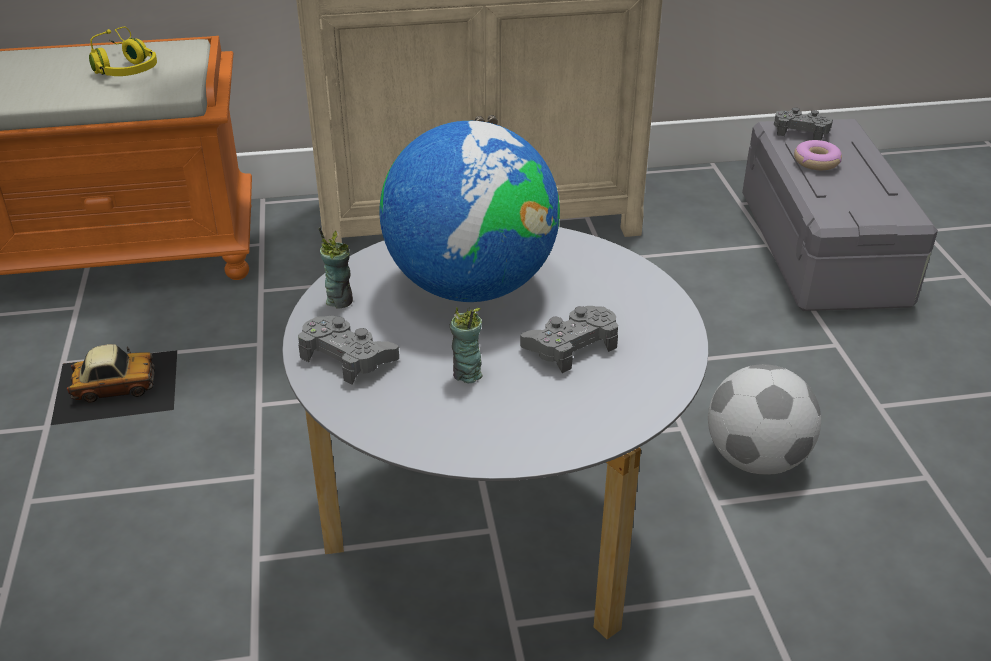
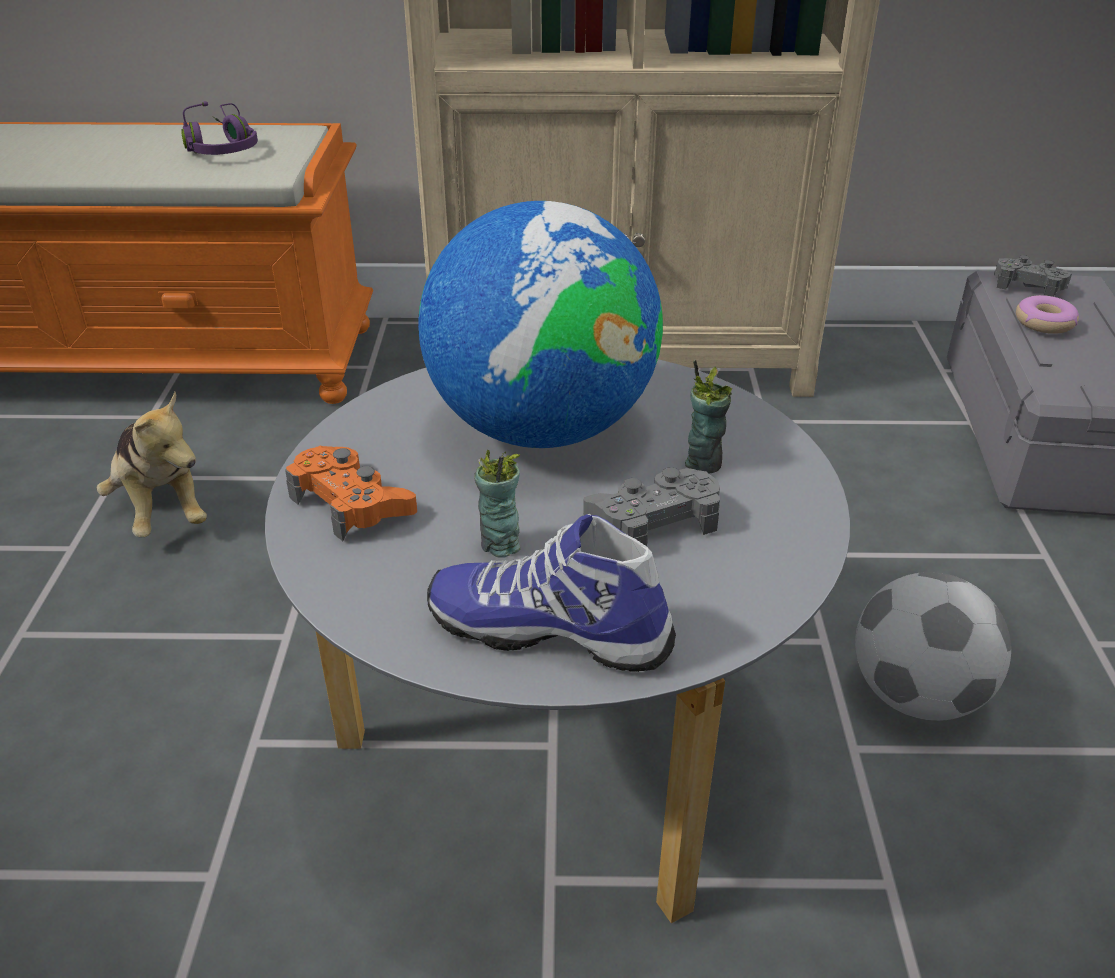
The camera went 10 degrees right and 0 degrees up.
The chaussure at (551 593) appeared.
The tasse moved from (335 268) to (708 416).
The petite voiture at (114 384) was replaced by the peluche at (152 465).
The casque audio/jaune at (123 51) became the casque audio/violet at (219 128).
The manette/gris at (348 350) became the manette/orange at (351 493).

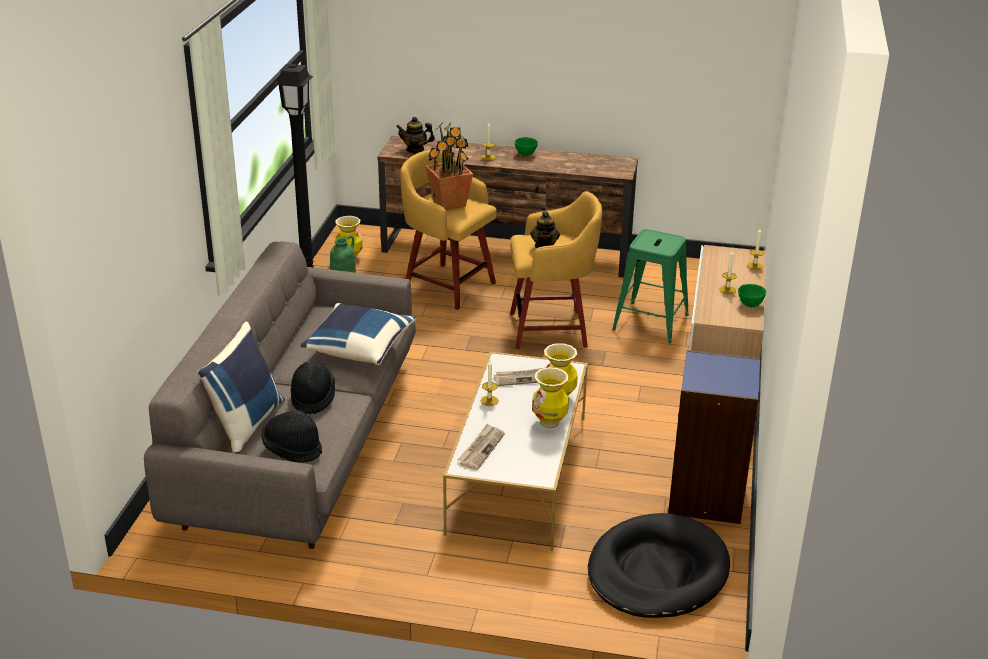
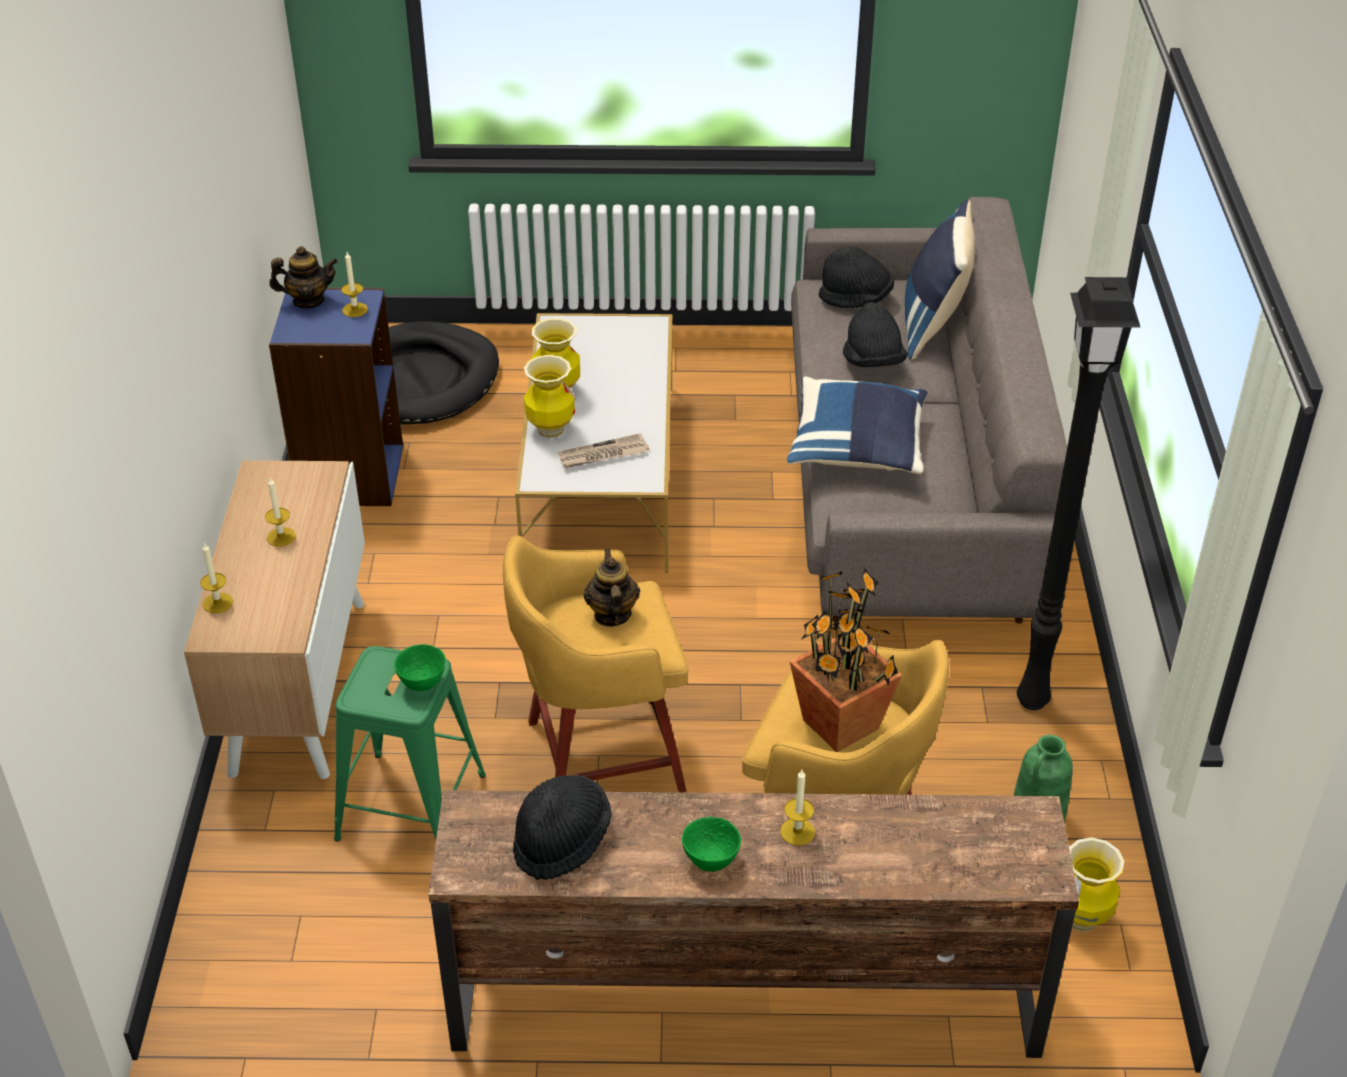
The camera went 170 degrees right and 10 degrees up.
The journal at (481 446) disappeared.
The chapeau/noir at (562 827) appeared.
The théière moved from (415 135) to (303 277).
The bougie moved from (490 383) to (354 284).
The bol/vert moved from (752 295) to (420 667).

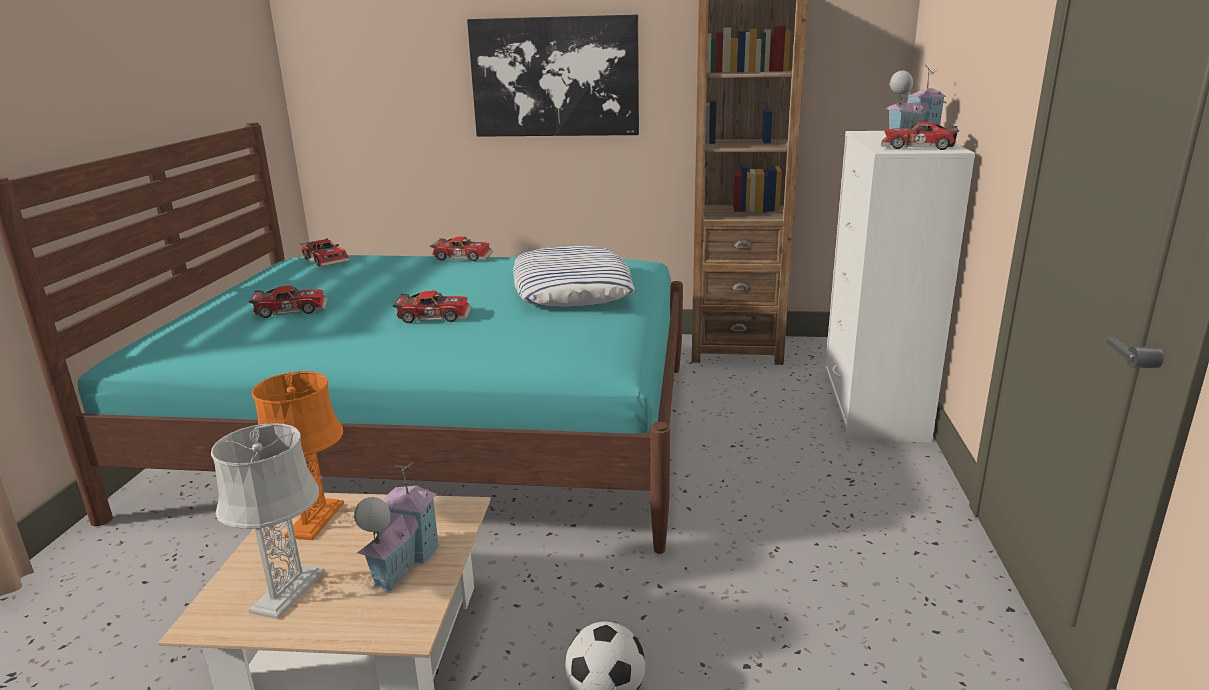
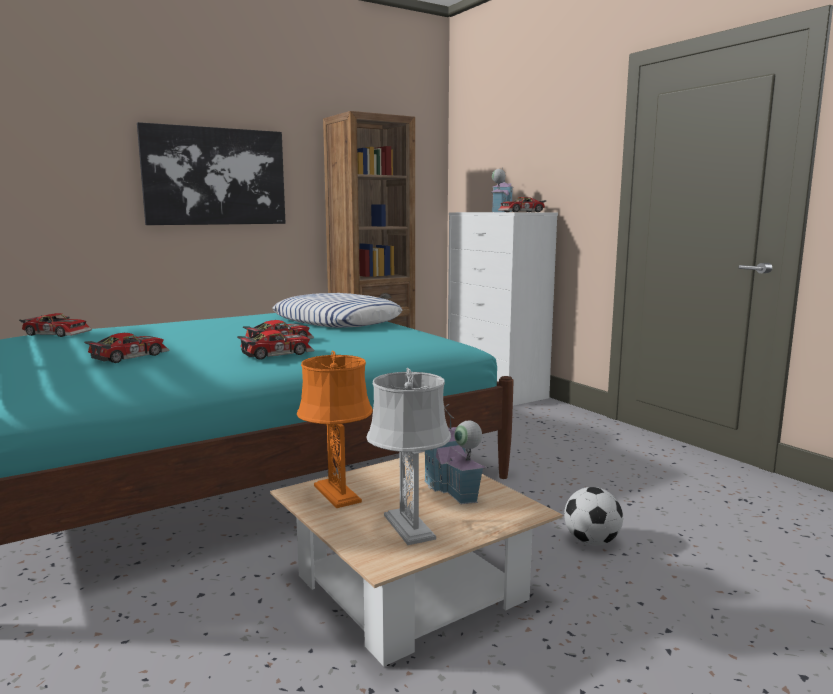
The camera went 40 degrees left and 10 degrees down.
The petite voiture moved from (462 249) to (275 345).

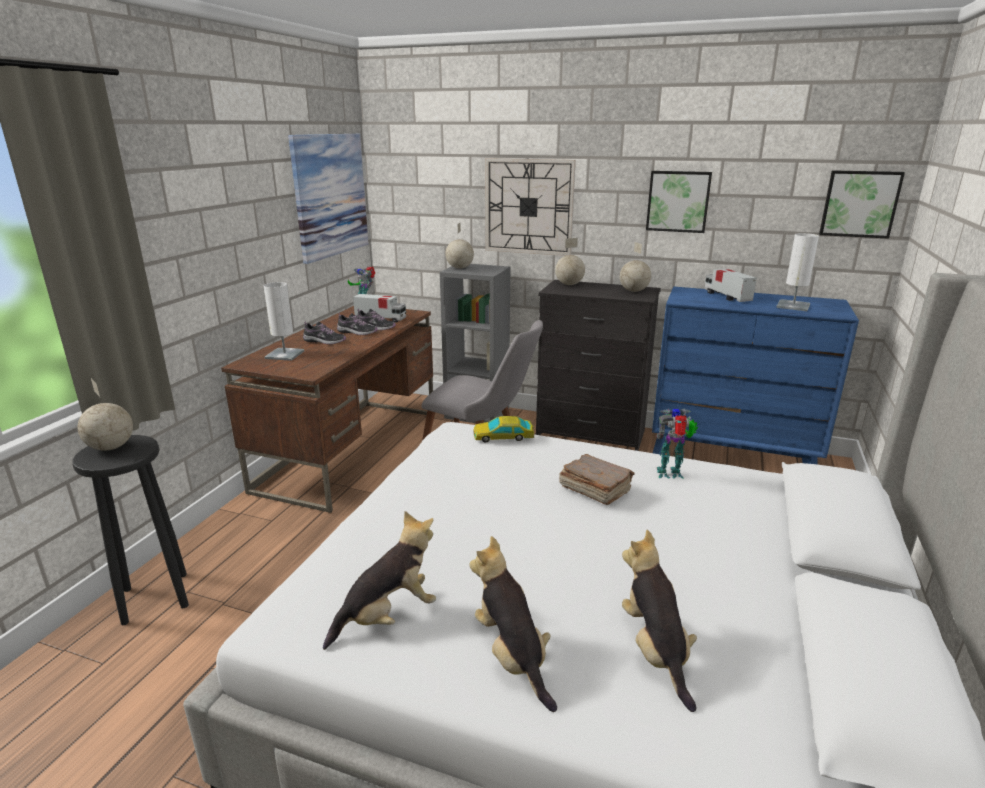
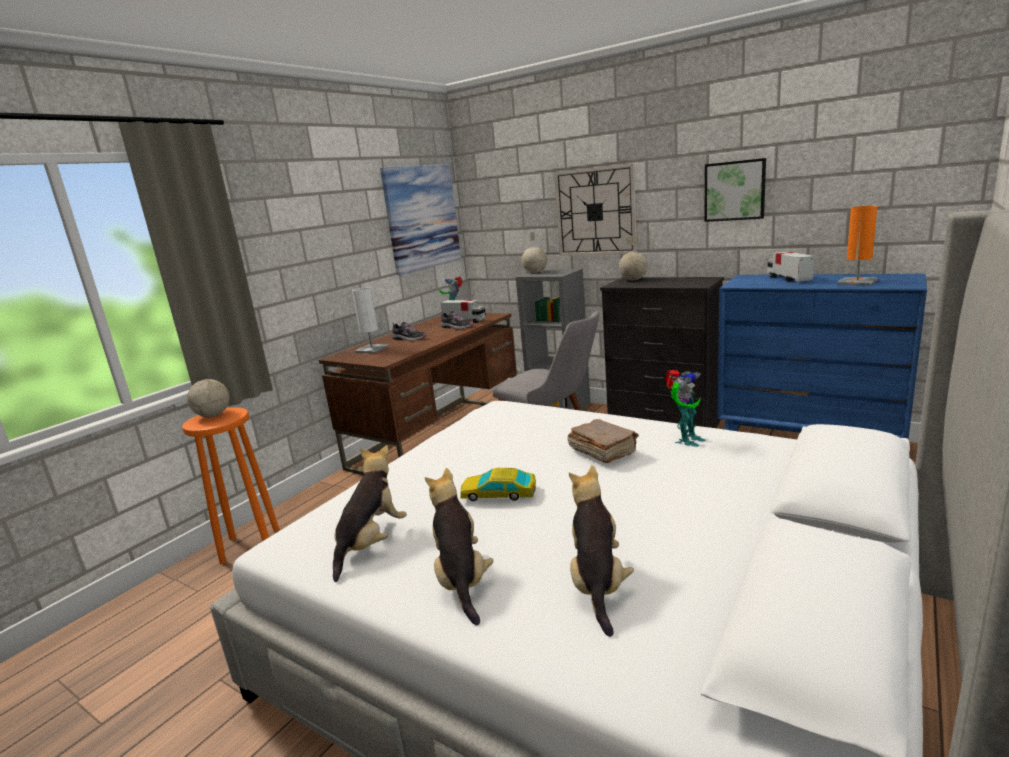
The camera went 15 degrees right and 5 degrees down.
The chaussure at (357 324) disappeared.
The globe at (635 267) disappeared.
The tableau at (862 204) disappeared.
The petite voiture moved from (504 429) to (498 484).
The tabouret/noir at (130 530) became the tabouret/orange at (230 485).
The lampe de table/blanc at (797 272) became the lampe de table/orange at (857 245).
The peluche at (379 580) turned 45 degrees counterclockwise.
The robot jouet at (677 443) turned 120 degrees clockwise.

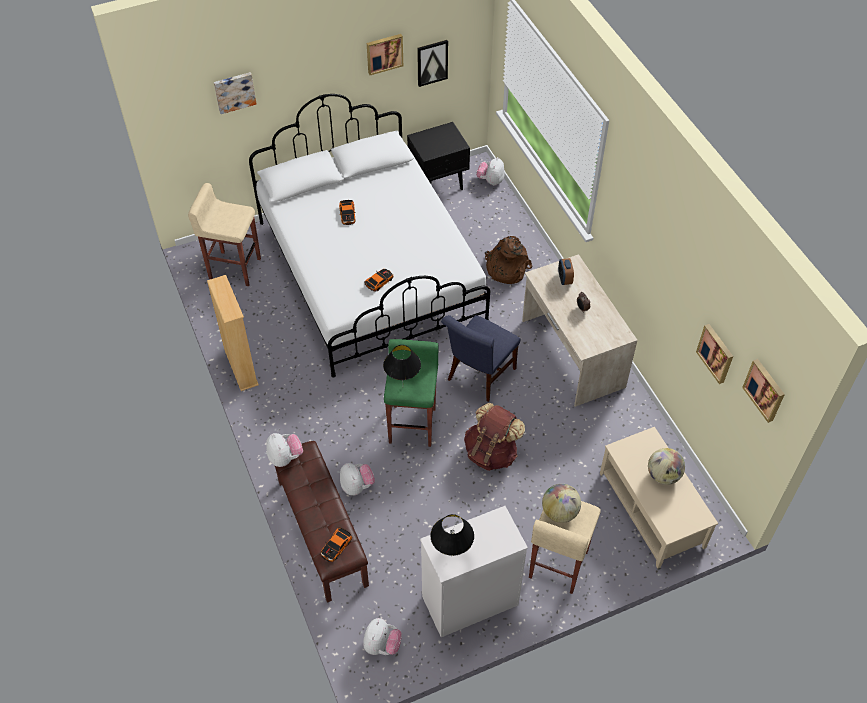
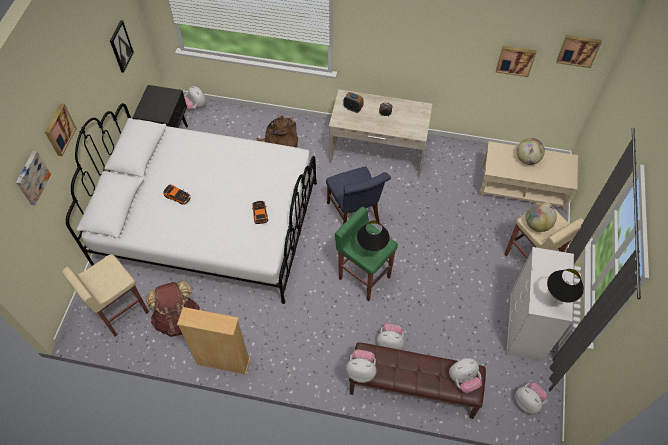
The camera went 55 degrees left and 5 degrees up.
The tableau moved from (385 54) to (61 129).
The sac à dos/marron moved from (494 437) to (173 309).
The petite voiture at (336 545) was replaced by the peluche at (465 375).

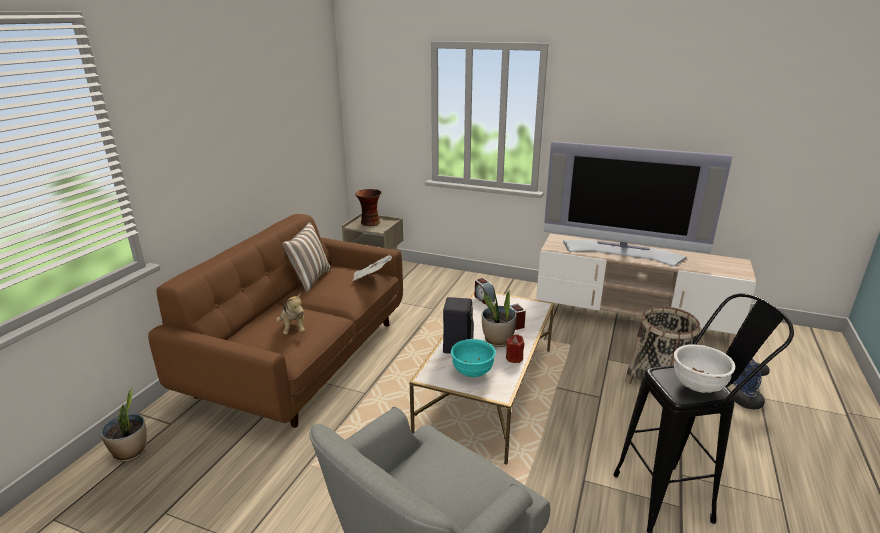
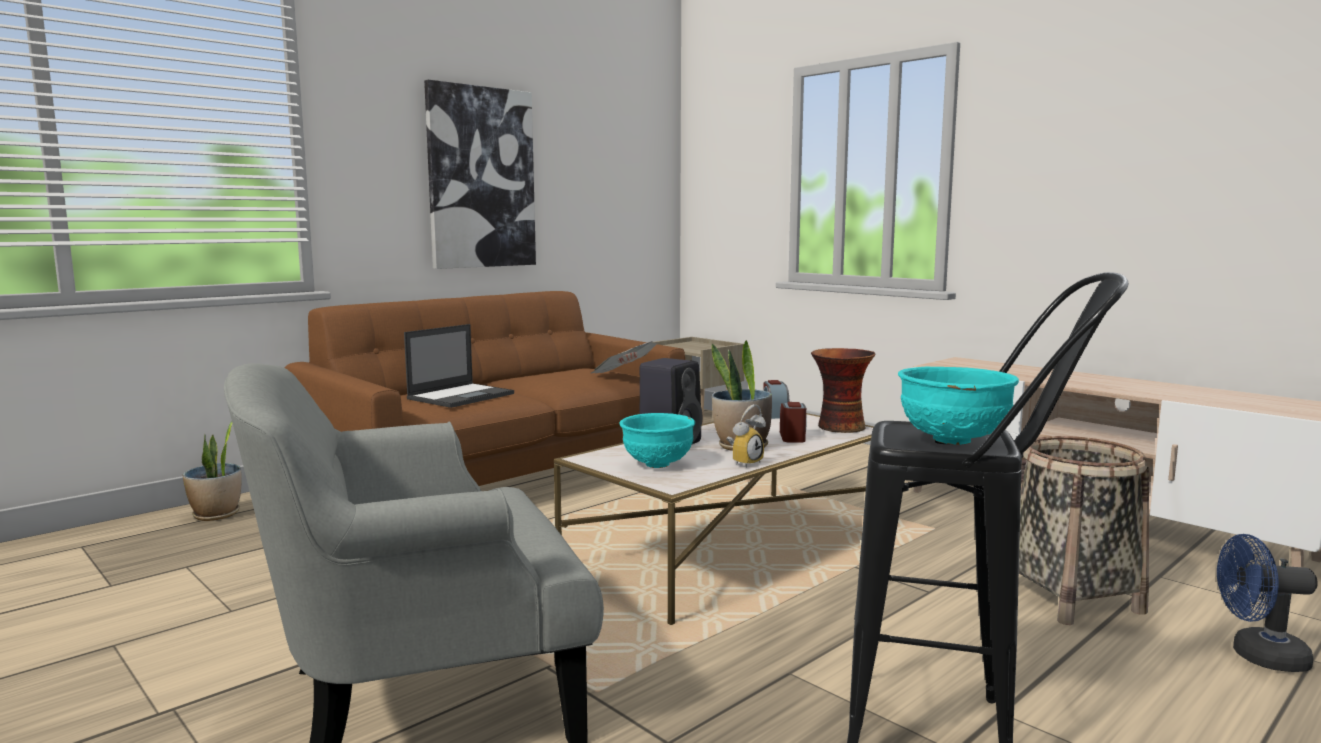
The camera went 25 degrees right and 15 degrees down.
The coussin at (306 257) disappeared.
The téléviseur at (638 203) disappeared.
The tableau at (480 174) appeared.
The vase moved from (368 207) to (843 390).
The peluche at (290 313) was replaced by the ordinateur portable at (459 366).
The bougie/rouge at (515 348) was replaced by the réveil at (746 436).
The bol/blanc at (704 368) became the bol/turquoise at (958 406).

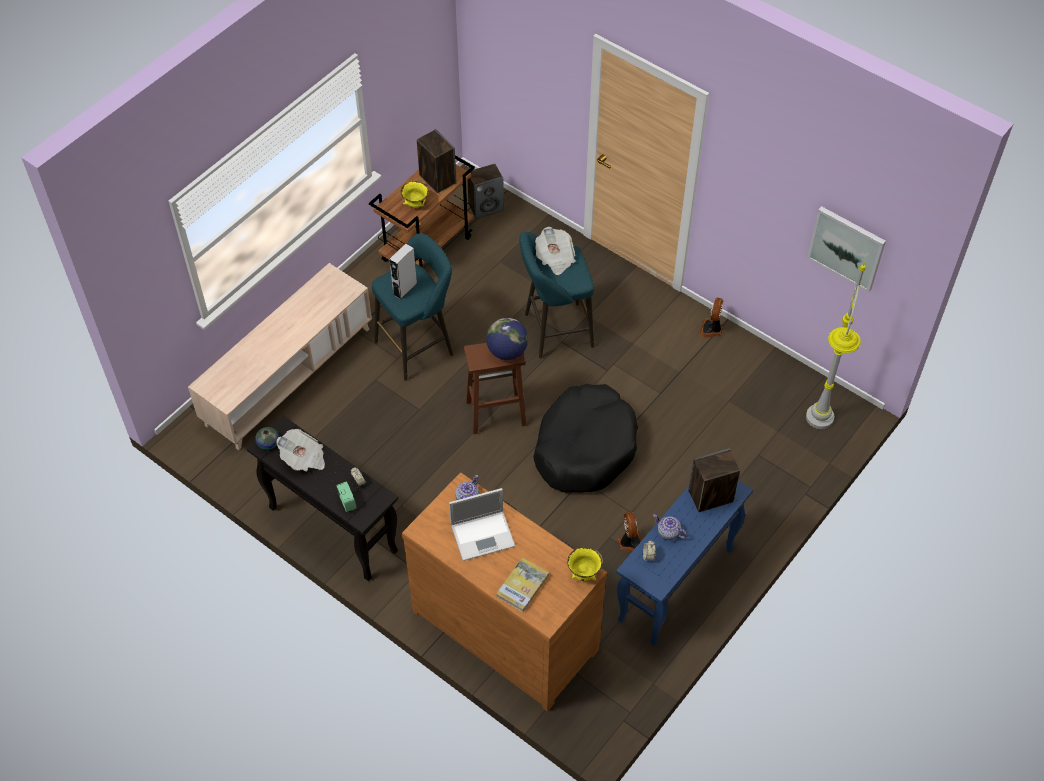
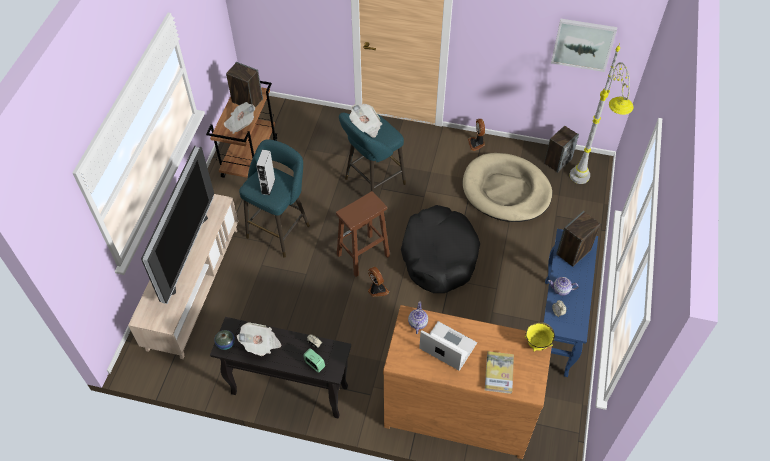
The camera went 25 degrees left and 0 degrees up.
The globe at (507 339) disappeared.
The téléviseur at (177 225) appeared.
The panier pour chien/beige at (507 187) appeared.
The enceinte moved from (485 191) to (561 149).
The ventilateur moved from (629 532) to (378 281).
The bol/jaune at (414 194) was replaced by the journal at (239 118).
The ordinateur portable at (482 524) turned 105 degrees counterclockwise.

